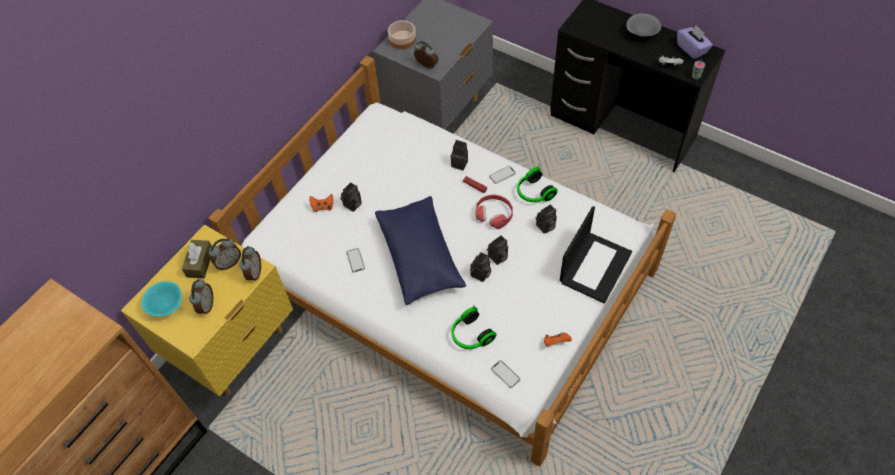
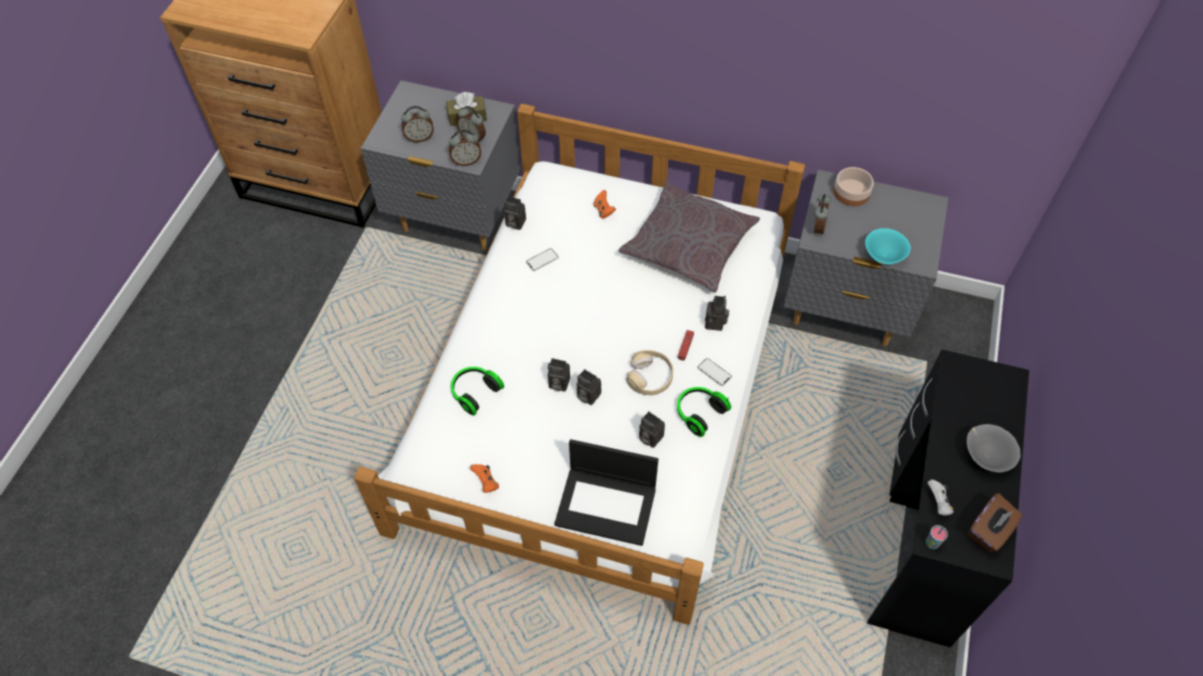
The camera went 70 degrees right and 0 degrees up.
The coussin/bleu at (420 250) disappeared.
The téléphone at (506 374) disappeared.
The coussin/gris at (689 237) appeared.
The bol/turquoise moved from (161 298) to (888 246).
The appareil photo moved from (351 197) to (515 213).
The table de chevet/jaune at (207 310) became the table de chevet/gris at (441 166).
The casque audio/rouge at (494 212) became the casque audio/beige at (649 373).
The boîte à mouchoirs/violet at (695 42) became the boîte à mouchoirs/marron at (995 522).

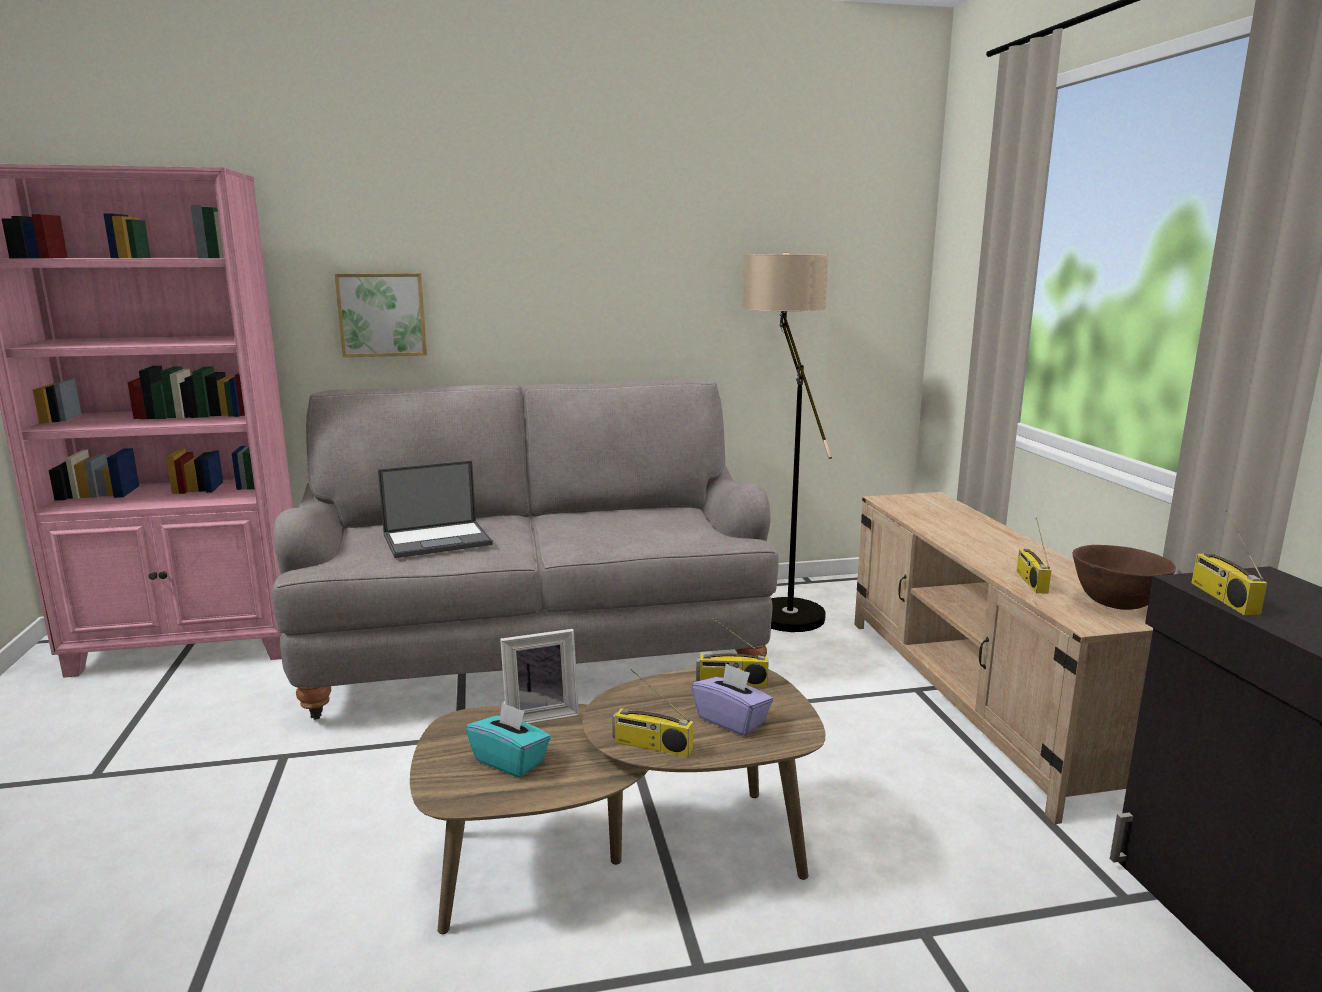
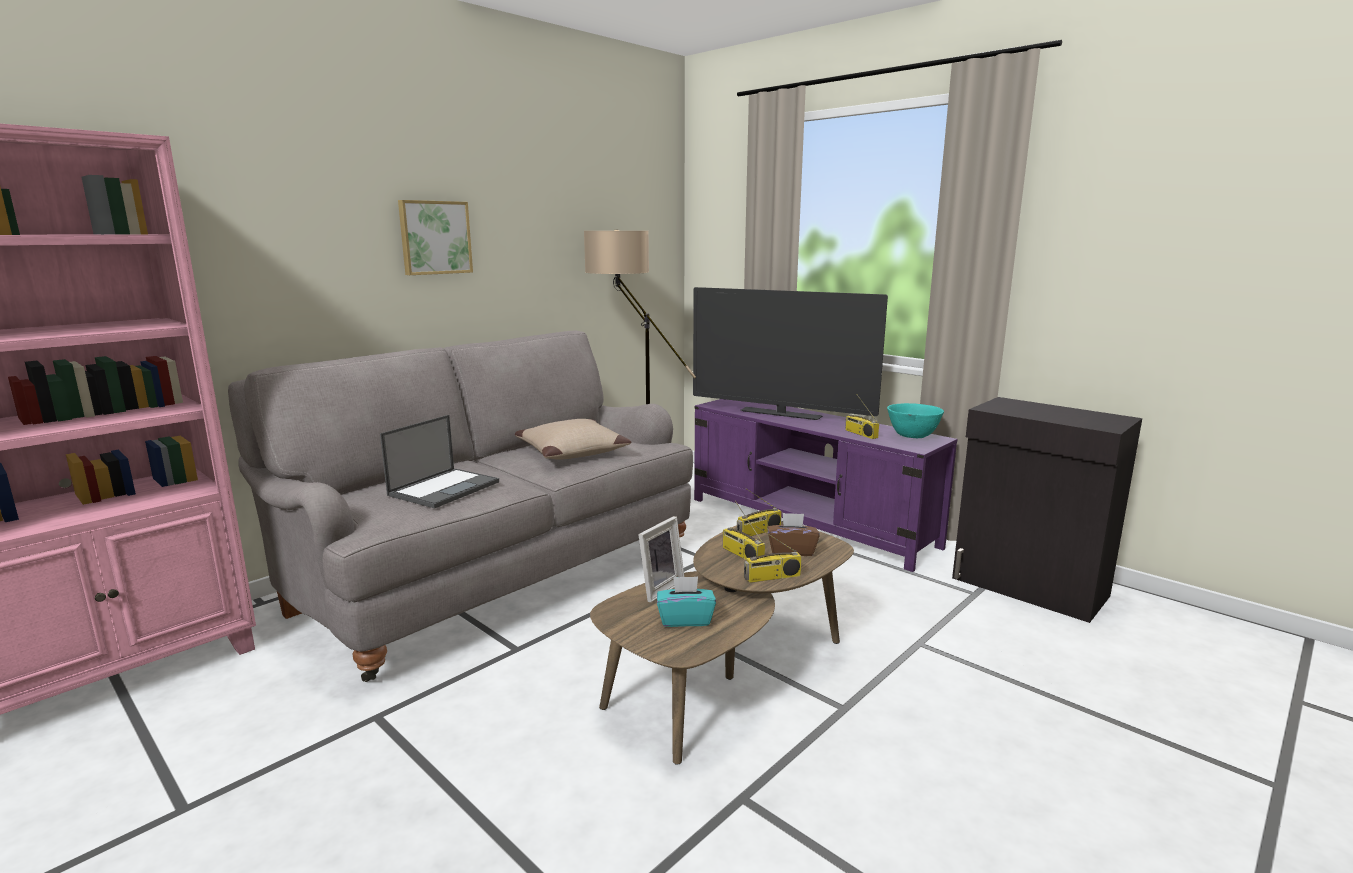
The camera went 35 degrees left and 0 degrees up.
The coussin/beige at (573 439) appeared.
The téléviseur at (790 353) appeared.
The tableau moved from (381 315) to (435 237).
The radio moved from (1229 562) to (744 530).
The boîte à mouchoirs/violet at (732 699) became the boîte à mouchoirs/marron at (793 534).
The meuble télé/beige at (1003 658) became the meuble télé/violet at (826 485).
The bol/marron at (1124 577) became the bol/turquoise at (915 420).

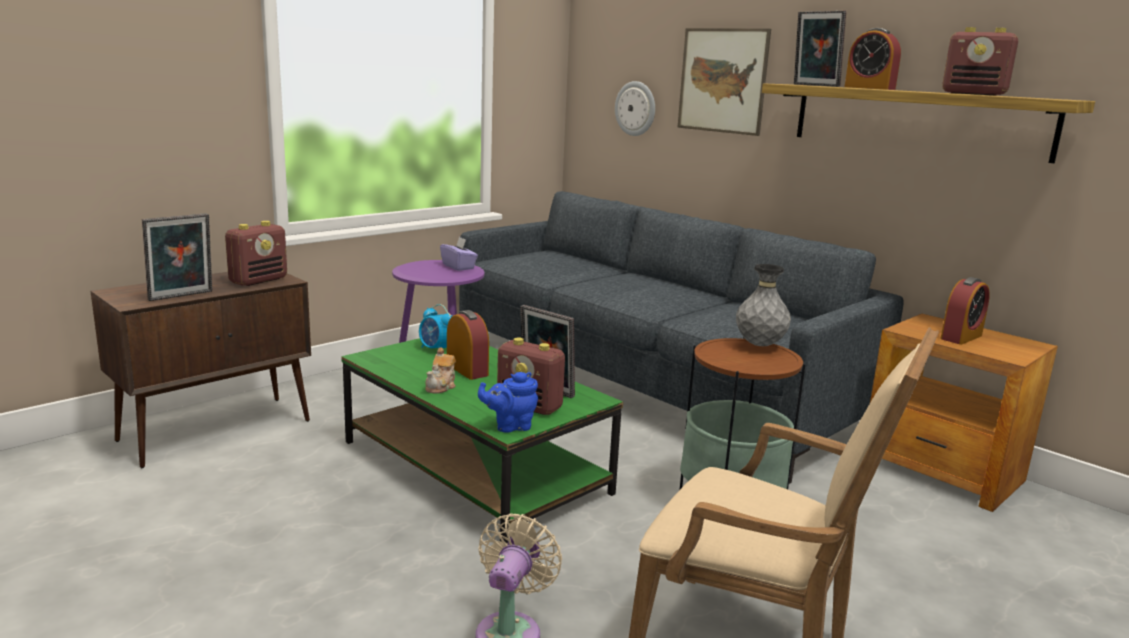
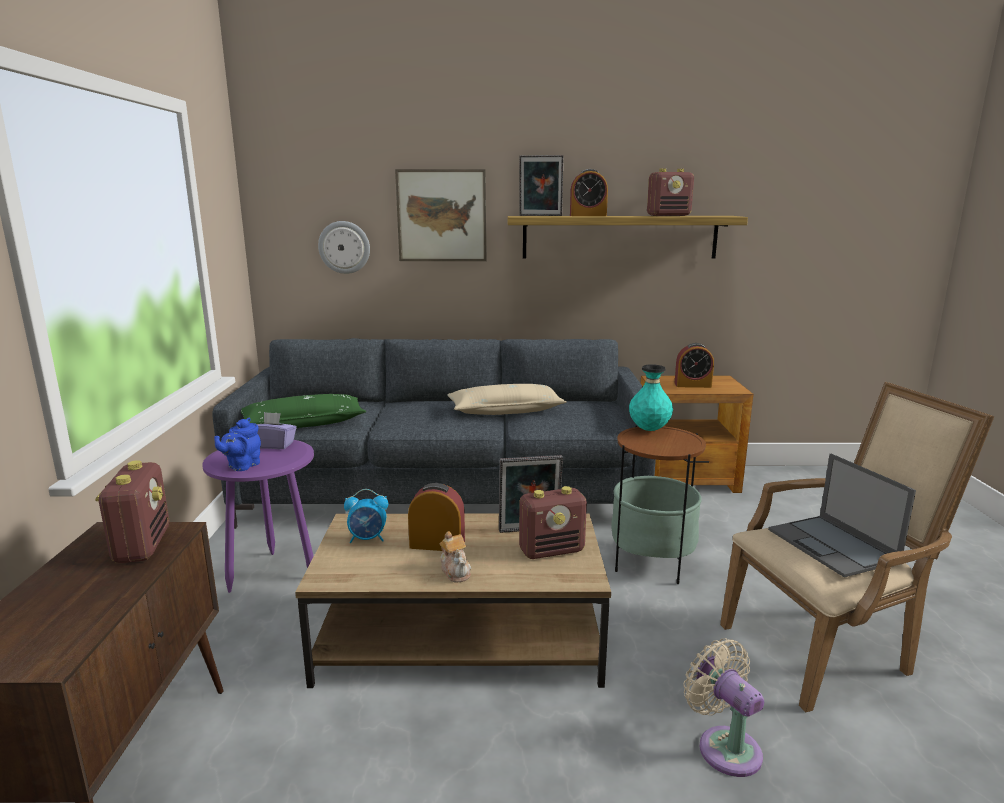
The camera went 45 degrees left and 0 degrees up.
The cadre photo at (177 257) disappeared.
The coussin/vert at (303 411) appeared.
The coussin/beige at (507 399) appeared.
The ordinateur portable at (842 515) appeared.
The théière/bleu moved from (508 402) to (237 444).
The table basse/vert at (482 440) became the table basse/marron at (453 600).
The vase/gris at (763 305) became the vase/turquoise at (651 397).
The réveil at (965 311) turned 90 degrees clockwise.

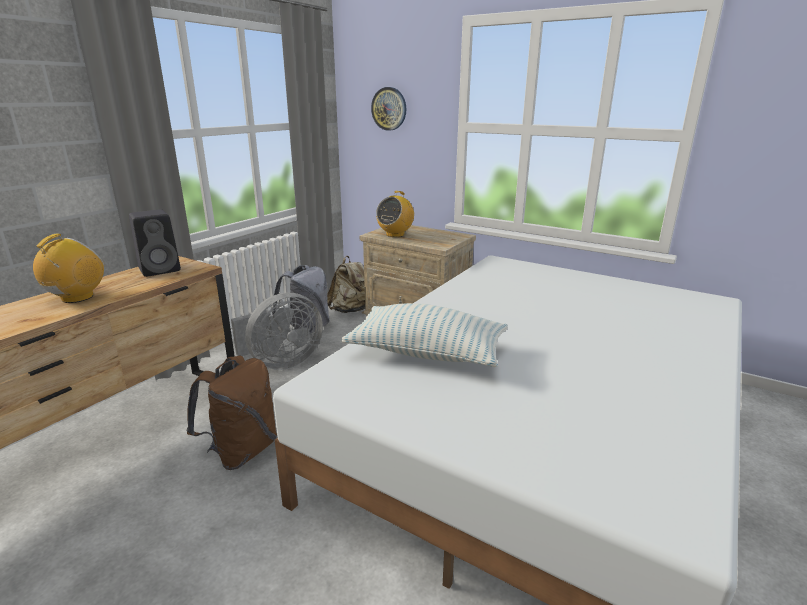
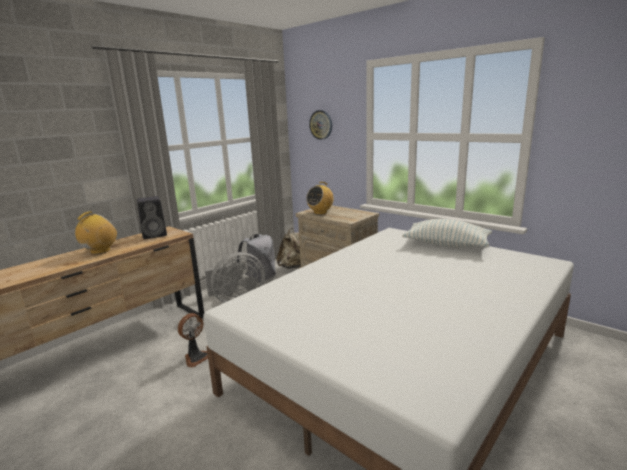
The camera went 10 degrees right and 5 degrees down.
The coussin moved from (424 335) to (447 233).
The sac à dos/marron at (231 412) was replaced by the ventilateur at (193 340).

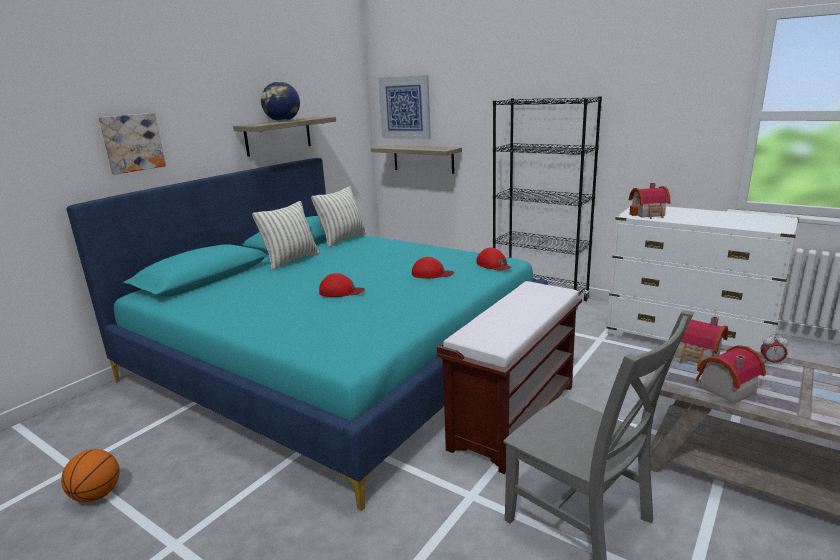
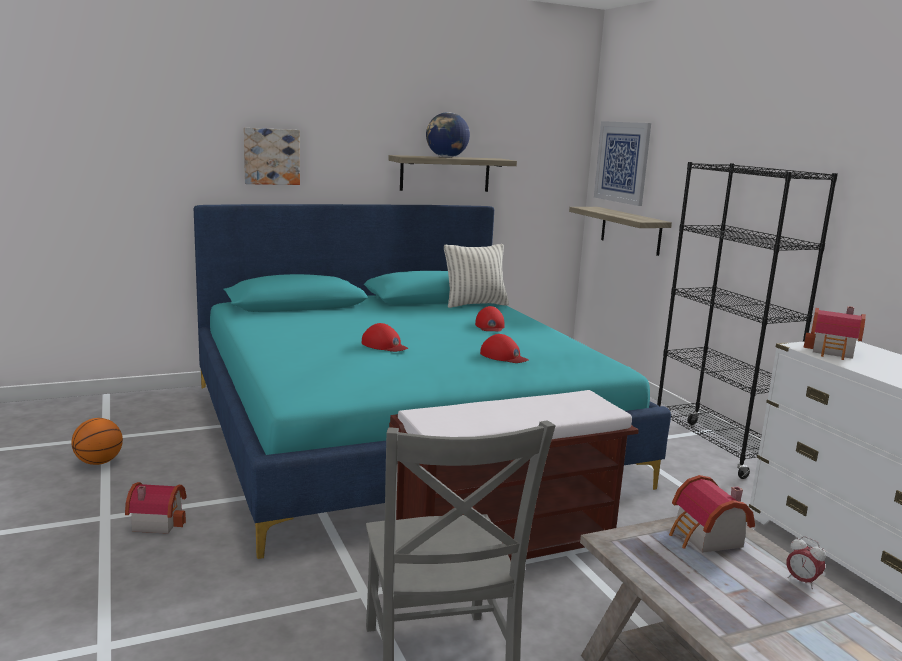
The camera went 30 degrees right and 5 degrees down.
The coussin at (286 235) disappeared.
The casquette/rouge moved from (494 259) to (490 319).
The maison miniature moved from (730 374) to (156 508).

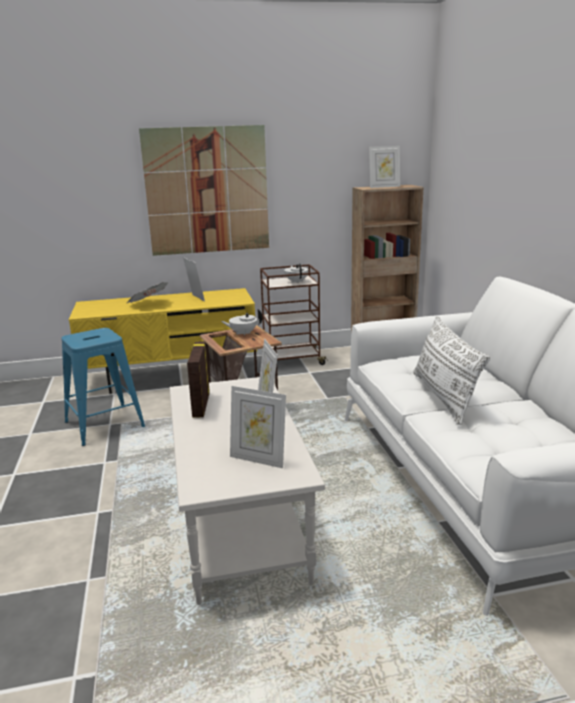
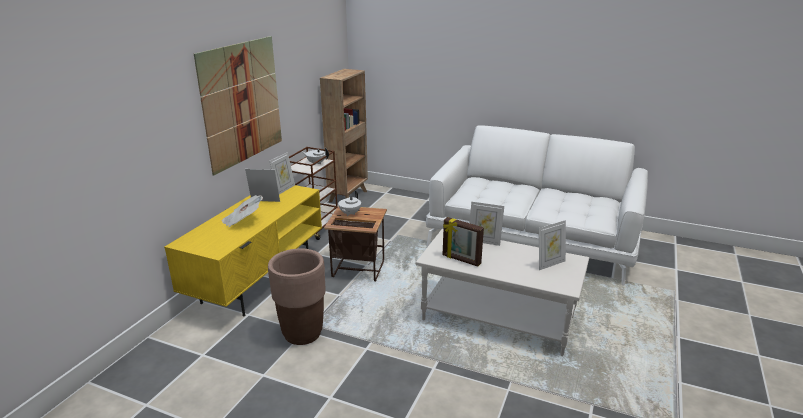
The camera went 55 degrees left and 5 degrees up.
The coussin/blanc at (451 370) disappeared.
The cadre photo moved from (384 167) to (282 173).
The tabouret/bleu at (103 387) was replaced by the cache-pot/marron at (297 296).

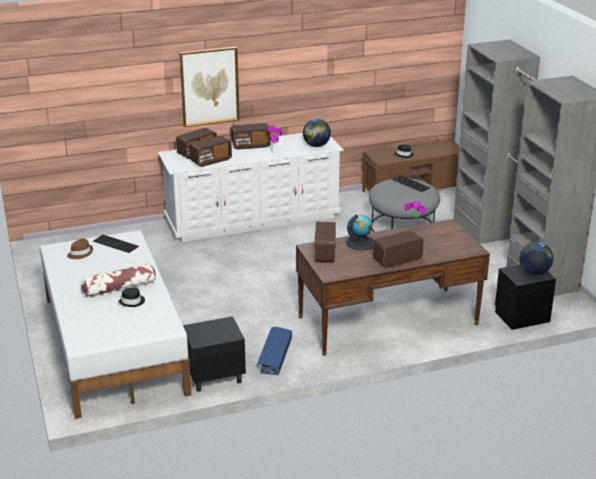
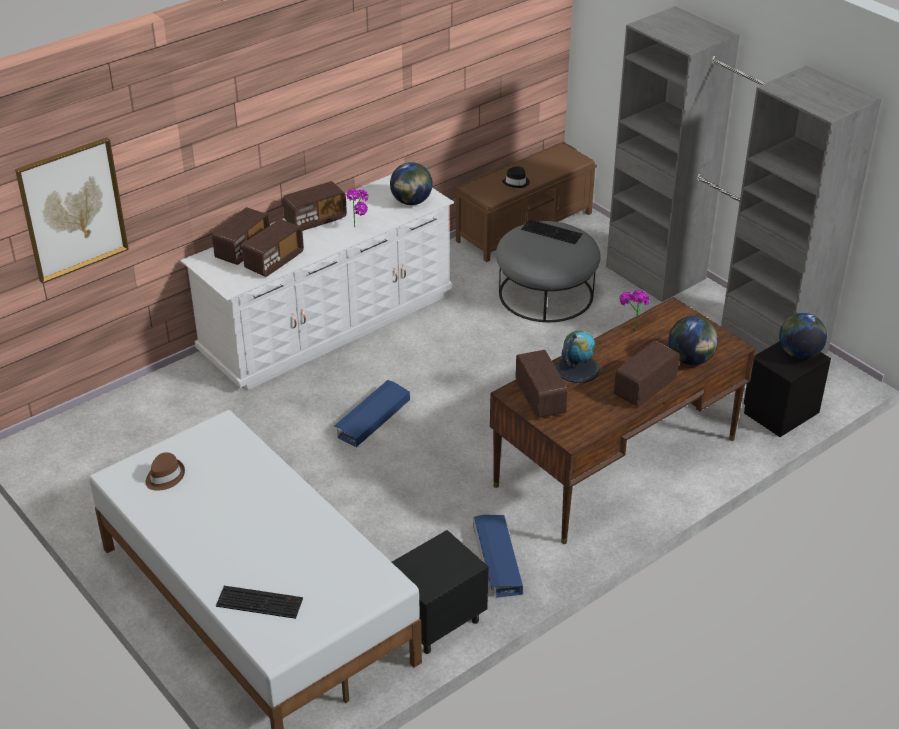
The camera went 20 degrees left and 10 degrees up.
The coussin at (118 280) disappeared.
The chapeau/noir at (131 297) disappeared.
The boîte de rangement/bleu at (371 413) appeared.
The globe at (693 340) appeared.
The clavier moved from (116 244) to (259 602).
The tableau moved from (209 87) to (72 210).

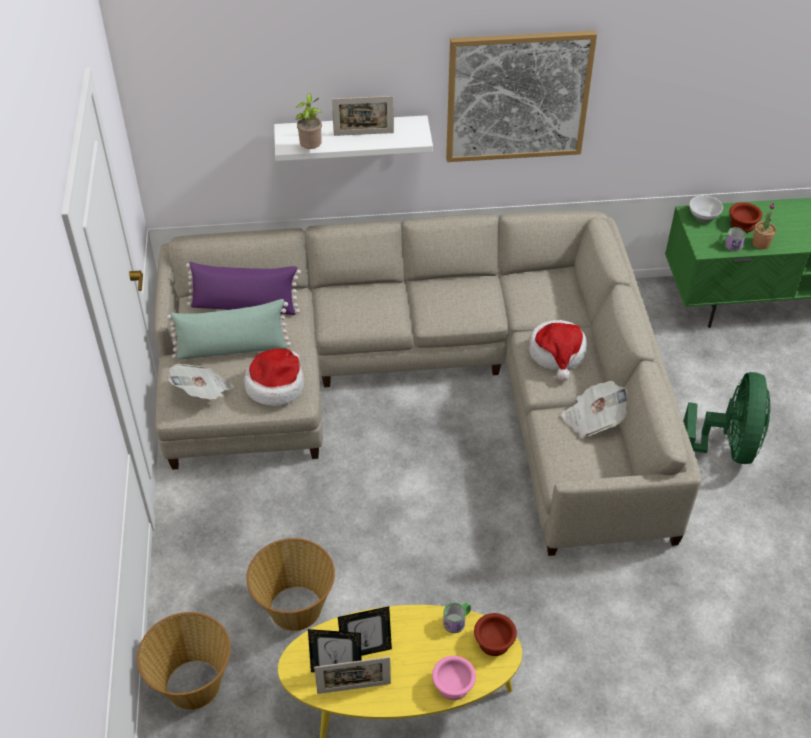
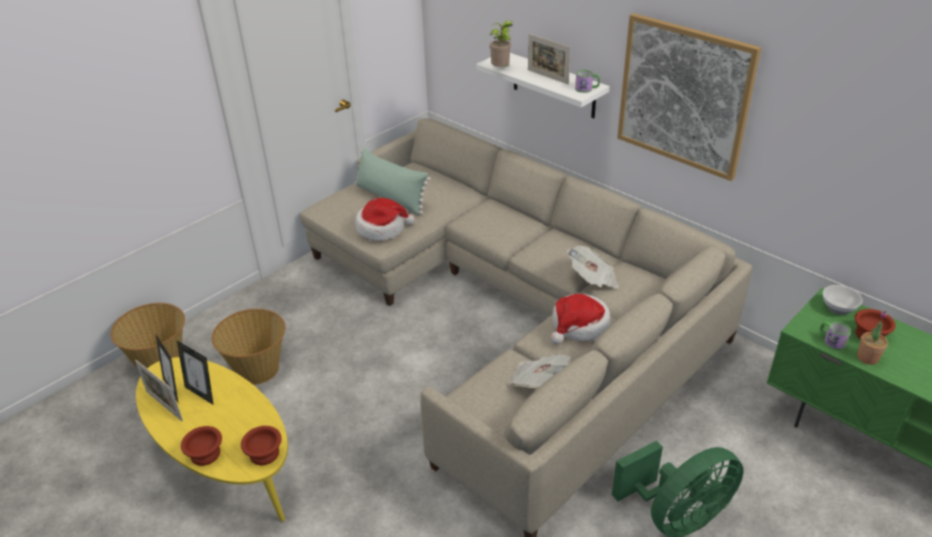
The camera went 50 degrees right and 10 degrees down.
The coussin/violet at (243 288) disappeared.
The journal moved from (201 382) to (593 267).
The mug moved from (457 617) to (587 81).
The bol/rose at (454 678) became the bol/marron at (201 446).

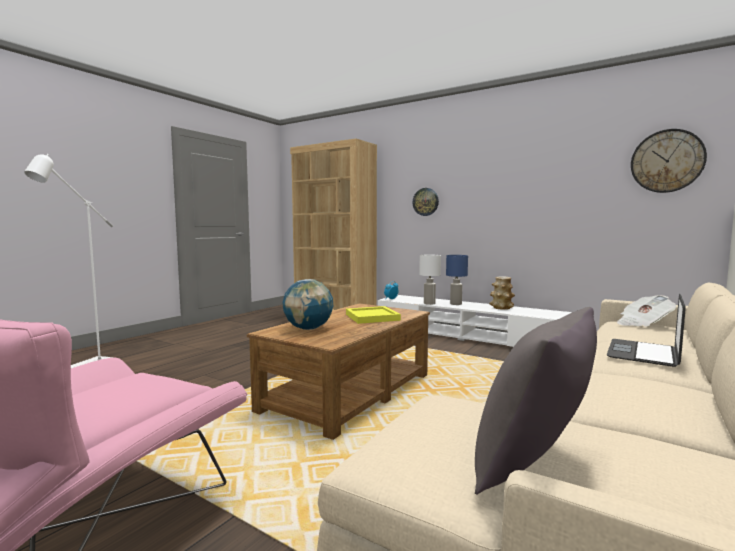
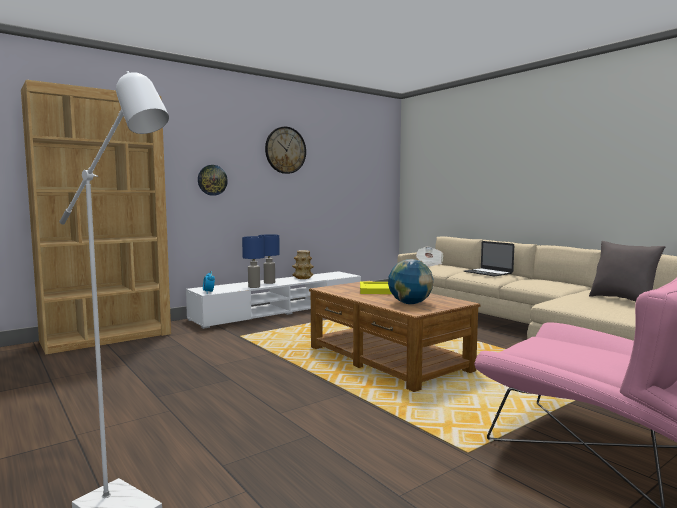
The camera went 70 degrees left and 0 degrees up.
The horloge murale moved from (669 161) to (285 150).
The lampe de table/blanc at (430 280) became the lampe de table/bleu at (253 262).

